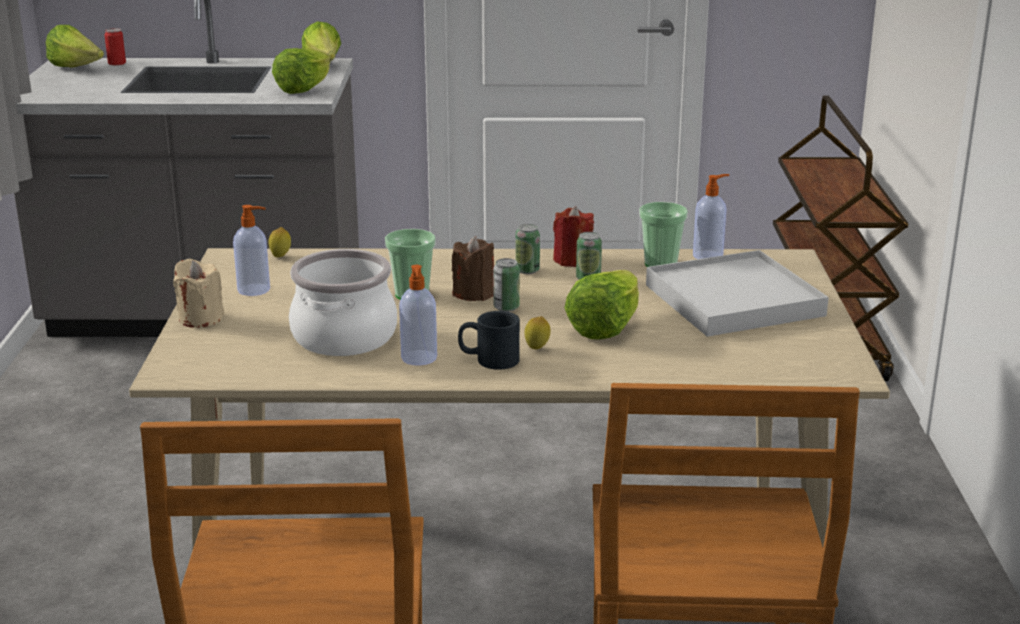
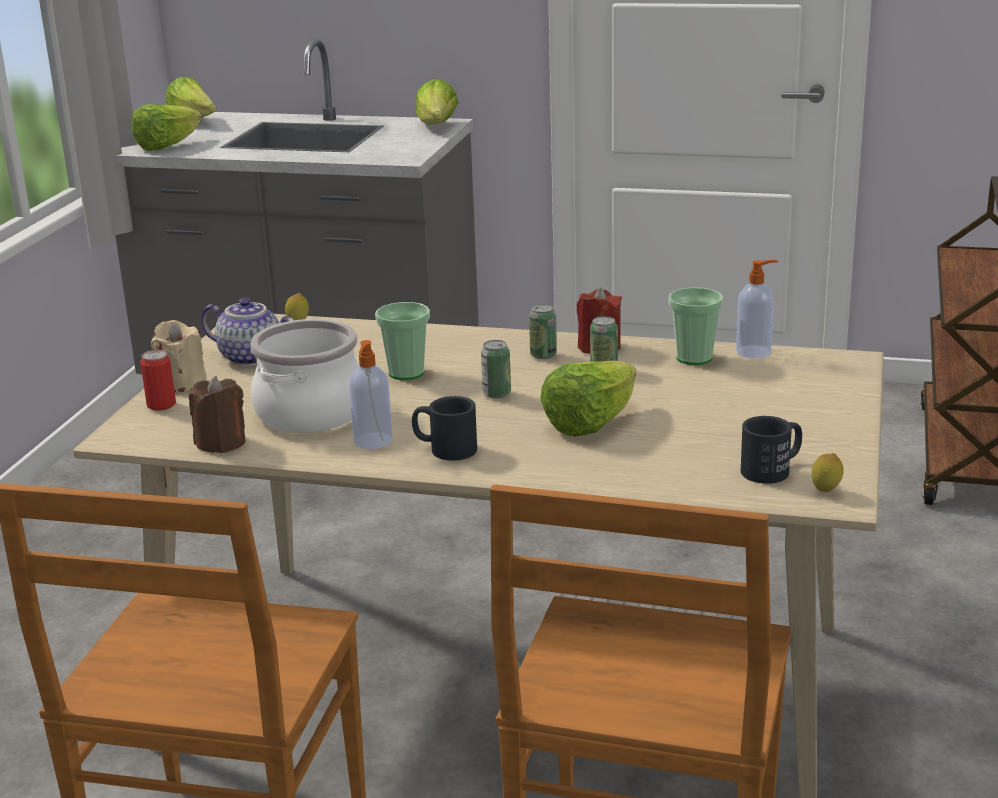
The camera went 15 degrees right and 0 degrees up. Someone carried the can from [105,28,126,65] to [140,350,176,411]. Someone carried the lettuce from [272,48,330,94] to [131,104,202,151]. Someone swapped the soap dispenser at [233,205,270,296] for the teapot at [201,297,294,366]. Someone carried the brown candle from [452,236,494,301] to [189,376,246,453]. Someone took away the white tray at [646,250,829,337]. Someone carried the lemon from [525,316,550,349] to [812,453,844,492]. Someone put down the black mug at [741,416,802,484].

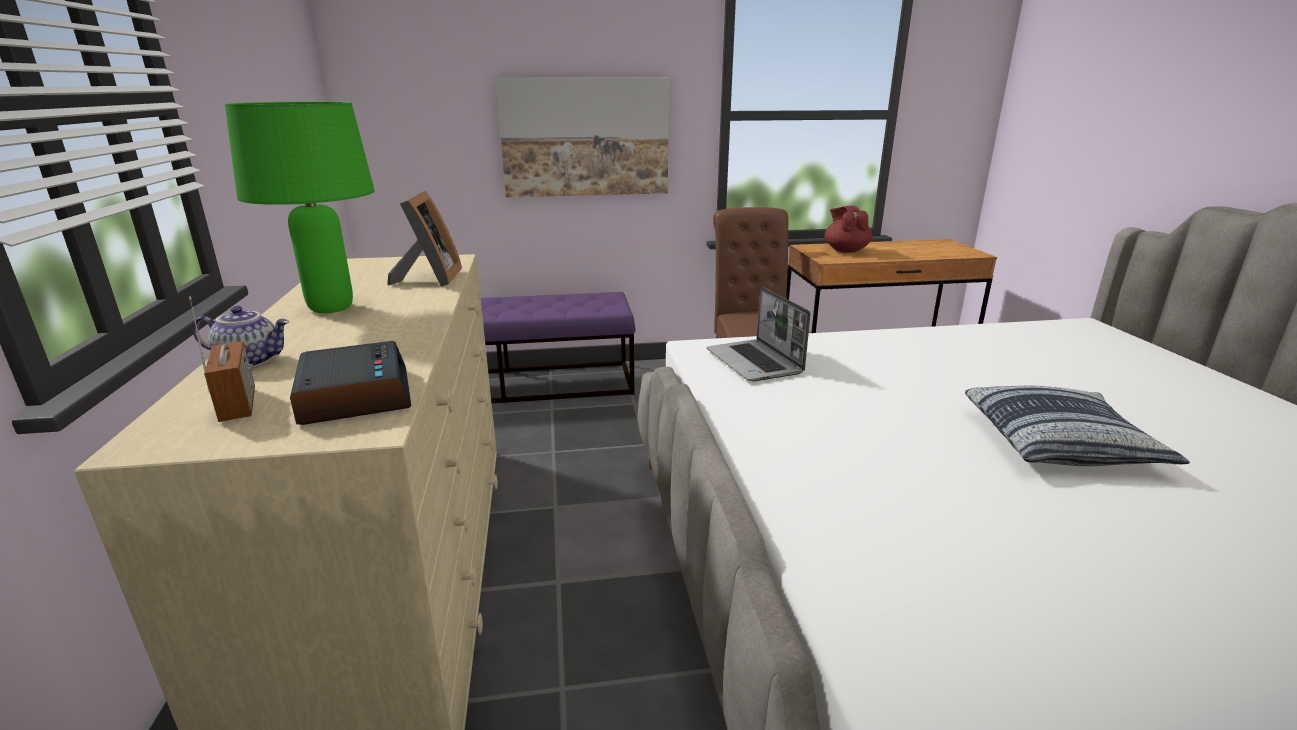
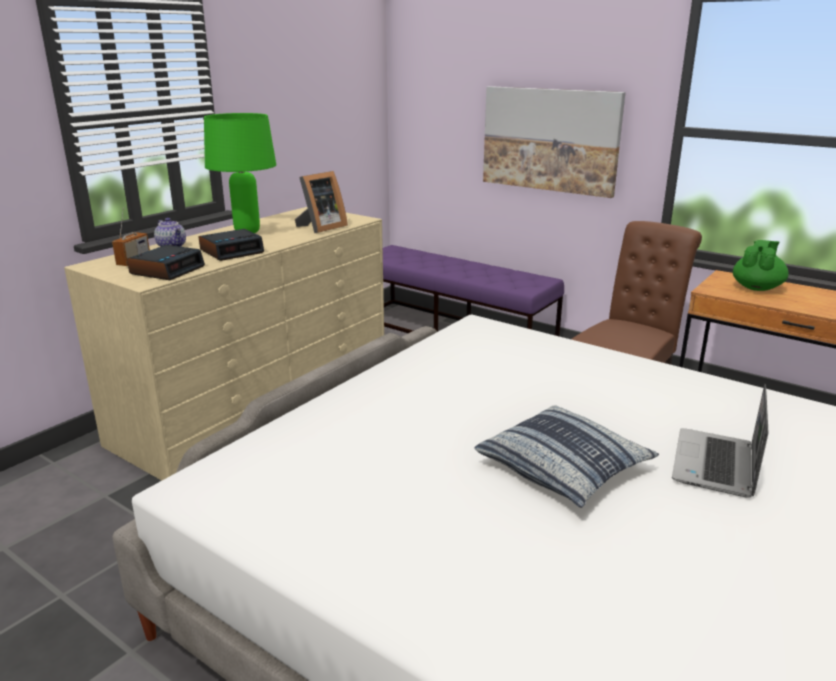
The camera went 45 degrees right and 0 degrees up. Someone repainted the red teapot at [824,206,873,253], which became the green teapot at [733,240,789,291]. Someone carried the laptop from [707,287,810,381] to [672,384,768,498]. Someone put down the alarm clock at [199,229,264,261].

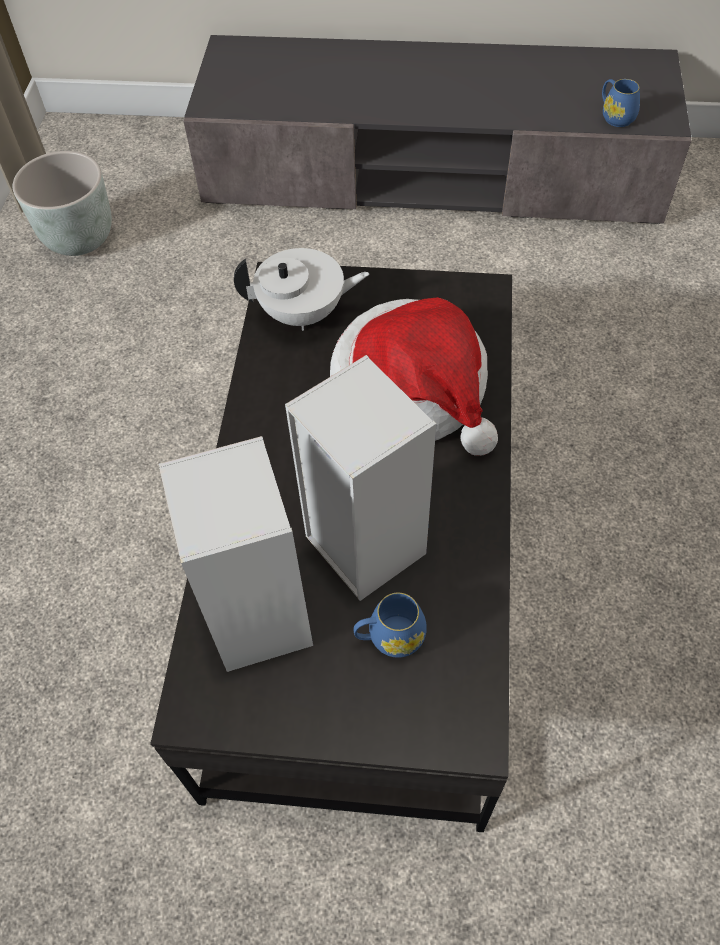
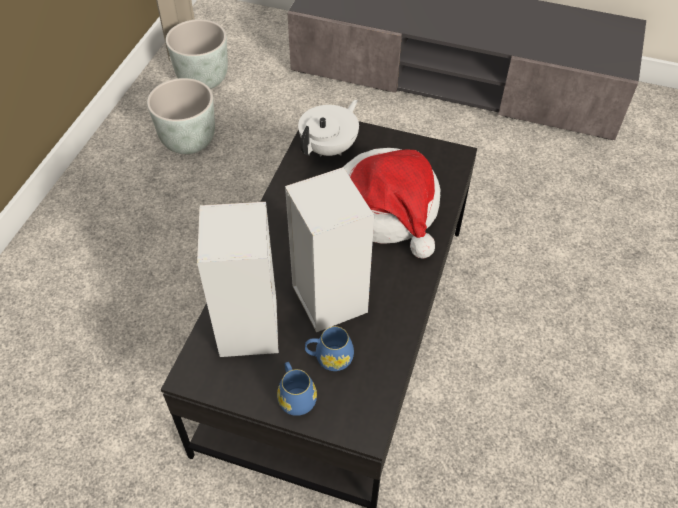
The camera went 10 degrees right and 5 degrees down. Someone carried the blue mug from [602,79,640,127] to [277,362,317,416]. Someone rotated the white teapot at [234,248,369,331] by 60 degrees counterclockwise. Someone put down the grey planter at [147,78,215,154].

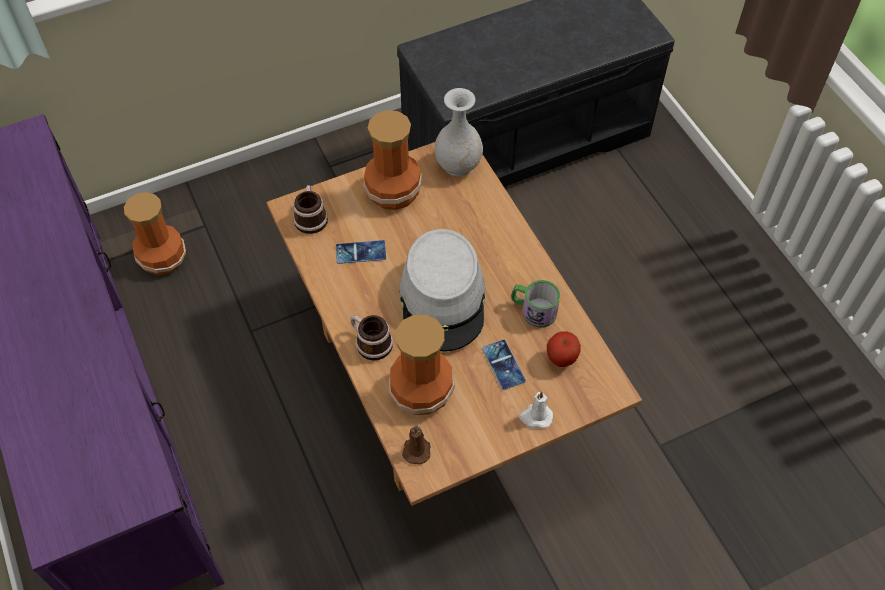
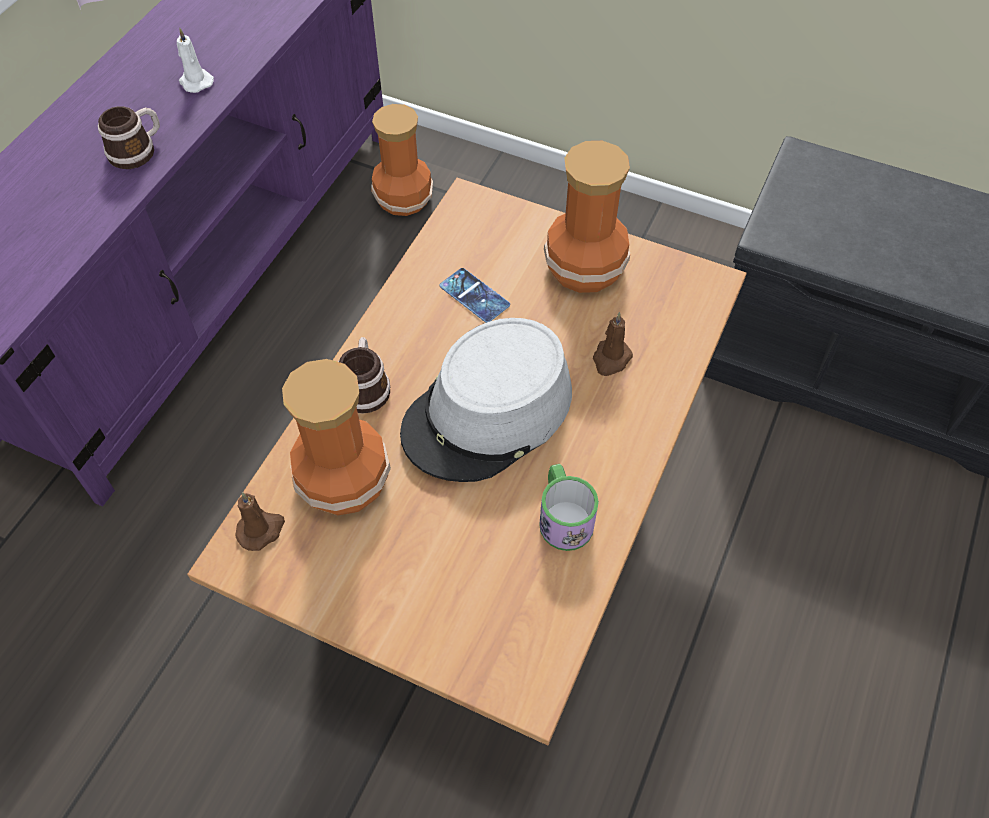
The camera went 50 degrees right and 0 degrees up. Someone took away the white vase at [434,88,483,176]. Someone carried the mug from [293,185,328,234] to [98,106,160,169]. Someone took away the apple at [547,331,581,367]. Someone took away the phone at [482,340,526,390]. Someone carried the white candle from [519,391,553,429] to [177,28,214,93]. Someone put down the brown candle at [593,312,633,376].

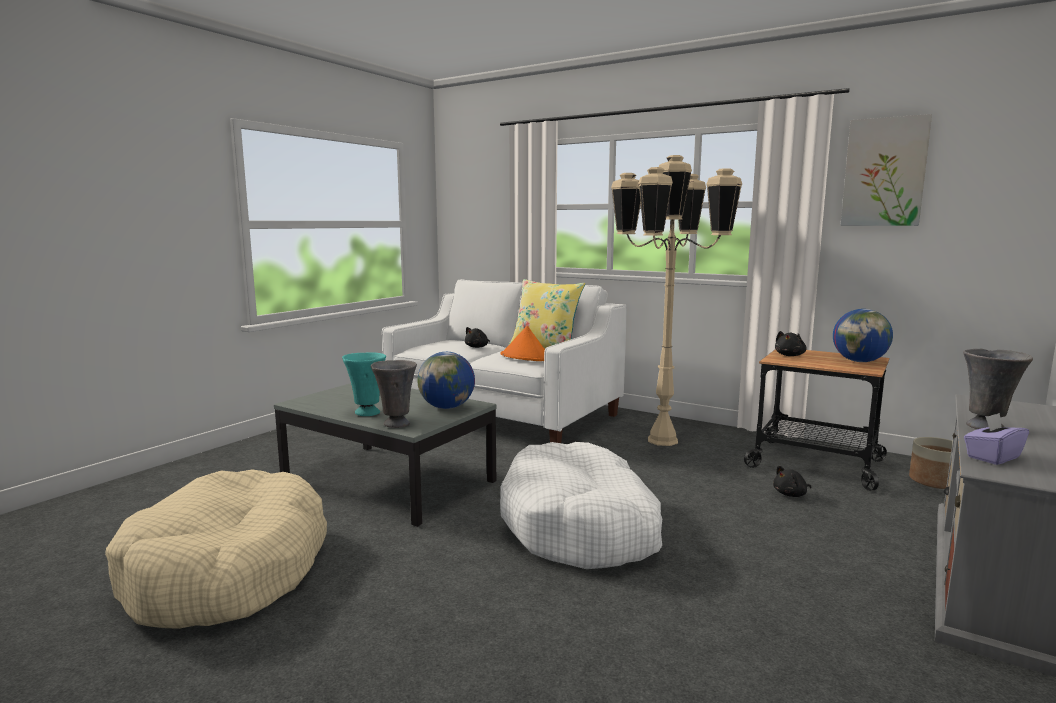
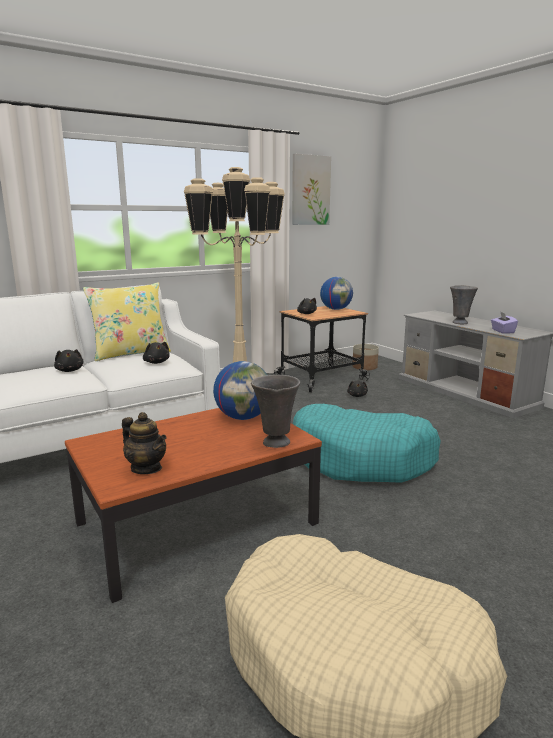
The camera went 65 degrees left and 5 degrees up. Someone swapped the orange hat at [501,326,545,361] for the black plush toy at [143,342,170,364]. Someone took away the turquoise vase at [342,352,386,416]. Someone repainted the grey coffee table at [274,383,496,527], which became the brown coffee table at [65,408,322,603]. Someone repainted the white dog bed at [500,442,662,569], which became the turquoise dog bed at [293,404,441,482]. Someone put down the teapot at [122,412,166,474].

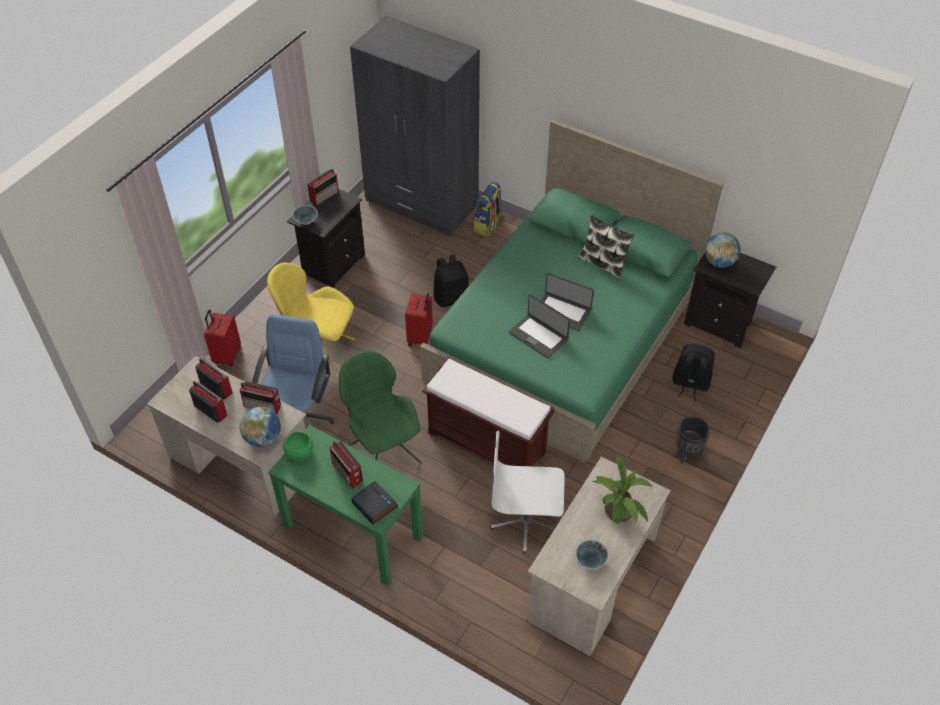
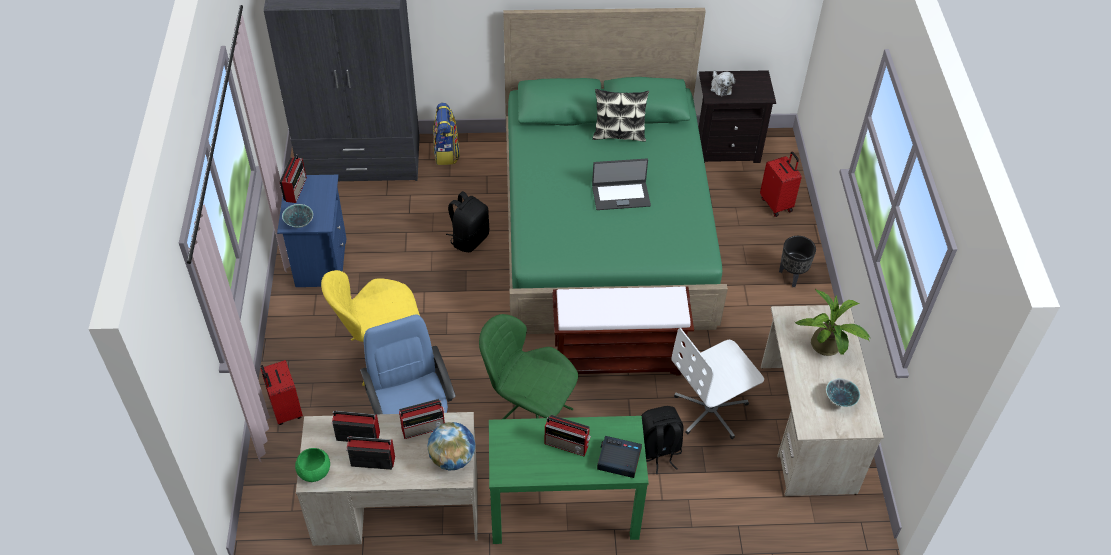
The camera went 35 degrees left and 0 degrees up. Someone repainted the black nightstand at [287,189,365,288], which became the blue nightstand at [277,175,346,287]. Someone swapped the globe at [705,232,741,268] for the plush toy at [710,70,735,96]. Someone carried the red suitcase from [405,293,433,347] to [760,152,802,217]. Someone took away the laptop at [509,294,570,358]. Someone carried the black backpack from [672,344,715,401] to [641,406,684,474]. Someone carried the green bowl from [283,432,313,460] to [295,448,330,482].

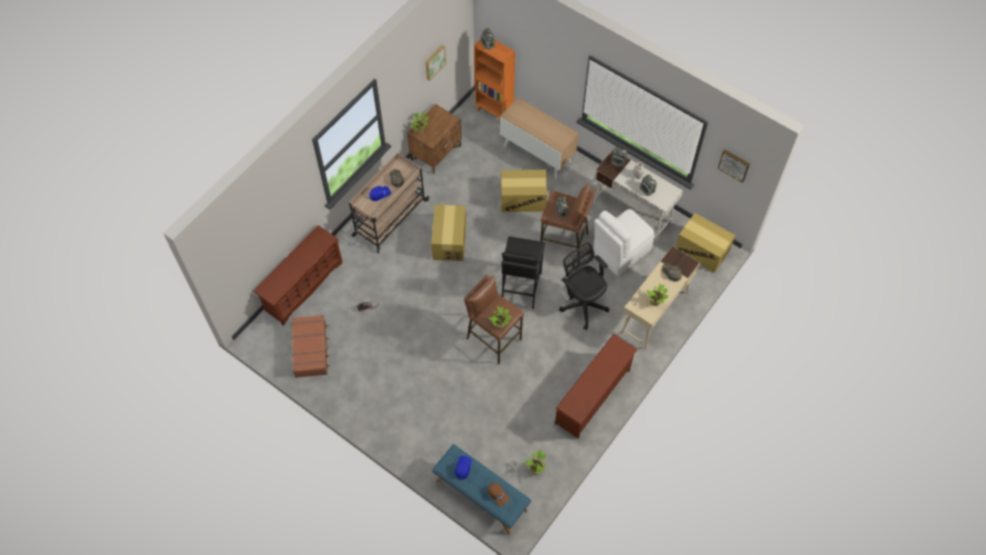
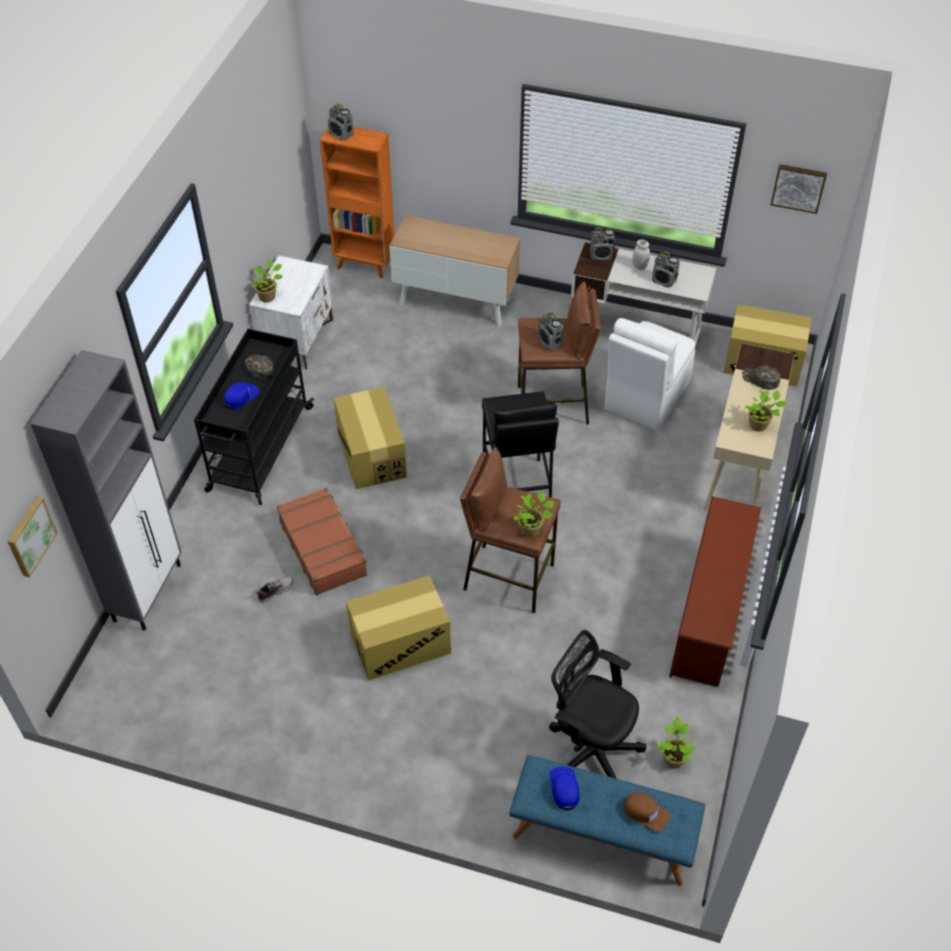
The camera went 20 degrees left and 10 degrees down. Someone carried the picture from [426,45,446,81] to [7,496,58,578]. Someone repainted the brown nightstand at [407,104,462,175], which became the white nightstand at [249,256,333,370]. Someone repainted the beige cart at [349,152,430,253], which became the black cart at [194,329,314,505]. Someone carried the cardboard box from [501,170,547,212] to [346,575,451,681]. Someone swapped the brown shoe rack at [253,225,343,326] for the grey cabinet at [31,350,182,631]. Someone carried the black office chair from [559,243,610,330] to [549,630,647,778]. Someone carried the brown suitcase from [291,315,330,378] to [277,488,367,595].

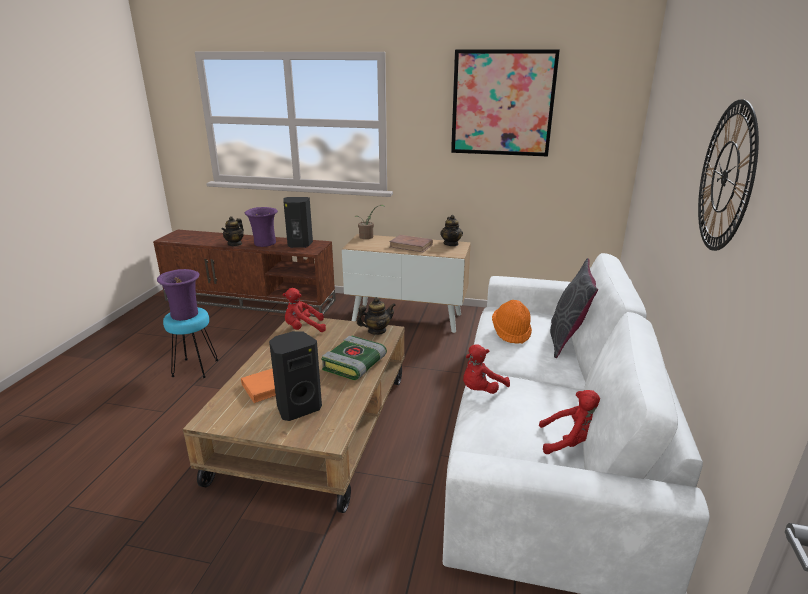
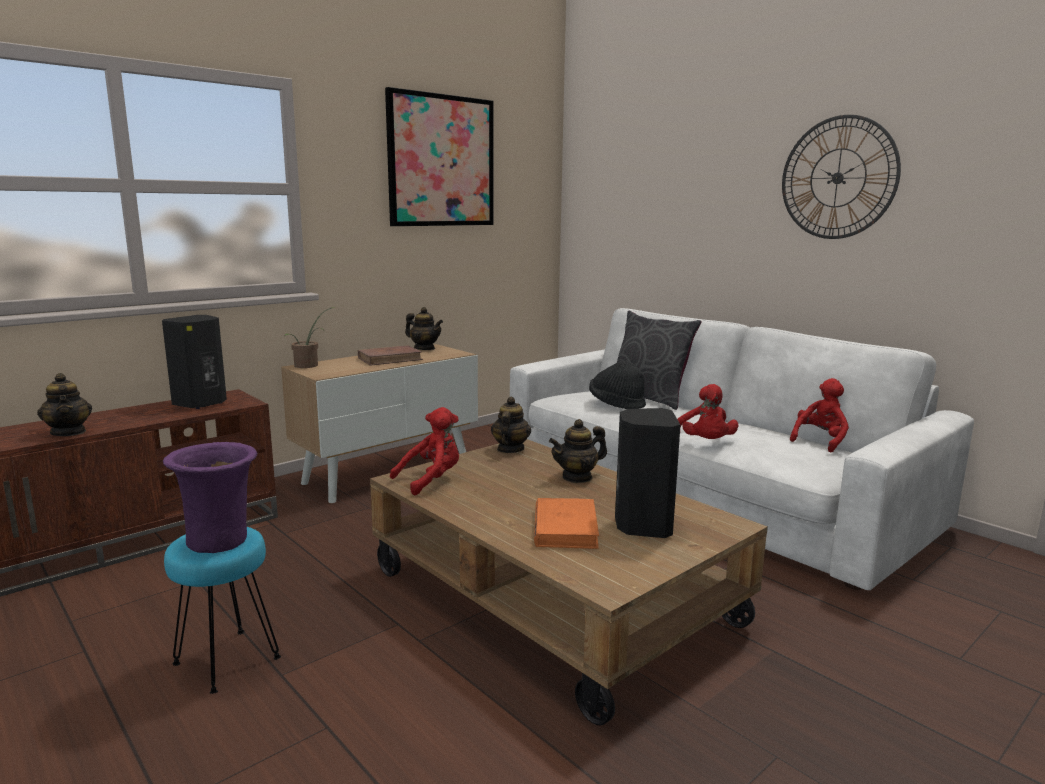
The camera went 55 degrees left and 10 degrees down. Someone took away the purple vase at [245,207,278,247]. Someone rotated the red plush toy at [283,288,326,332] by 150 degrees counterclockwise. Someone repainted the orange hat at [492,300,532,344], which became the black hat at [589,361,646,409]. Someone swapped the book at [321,335,387,380] for the teapot at [549,419,607,483].

